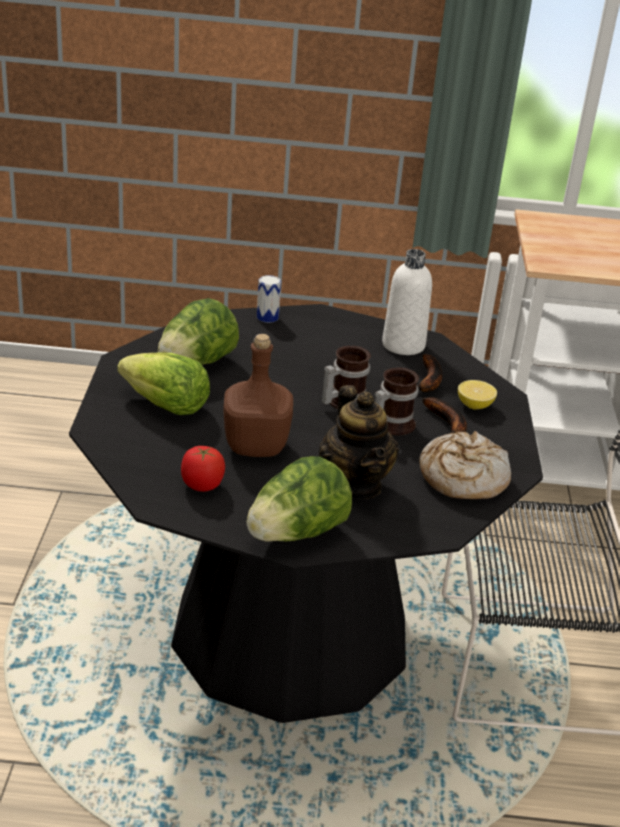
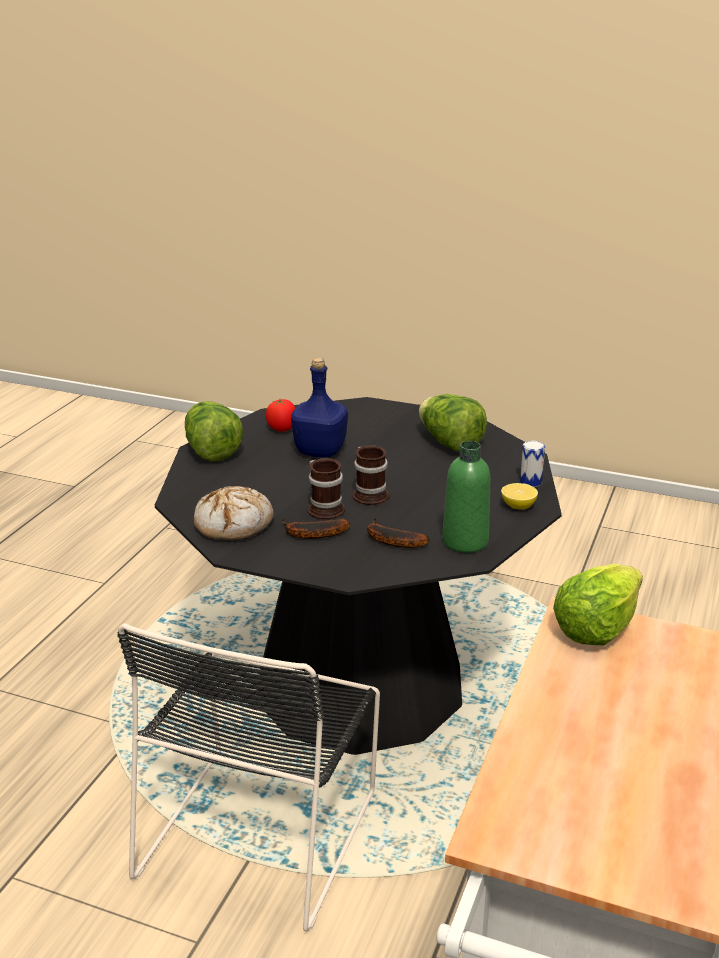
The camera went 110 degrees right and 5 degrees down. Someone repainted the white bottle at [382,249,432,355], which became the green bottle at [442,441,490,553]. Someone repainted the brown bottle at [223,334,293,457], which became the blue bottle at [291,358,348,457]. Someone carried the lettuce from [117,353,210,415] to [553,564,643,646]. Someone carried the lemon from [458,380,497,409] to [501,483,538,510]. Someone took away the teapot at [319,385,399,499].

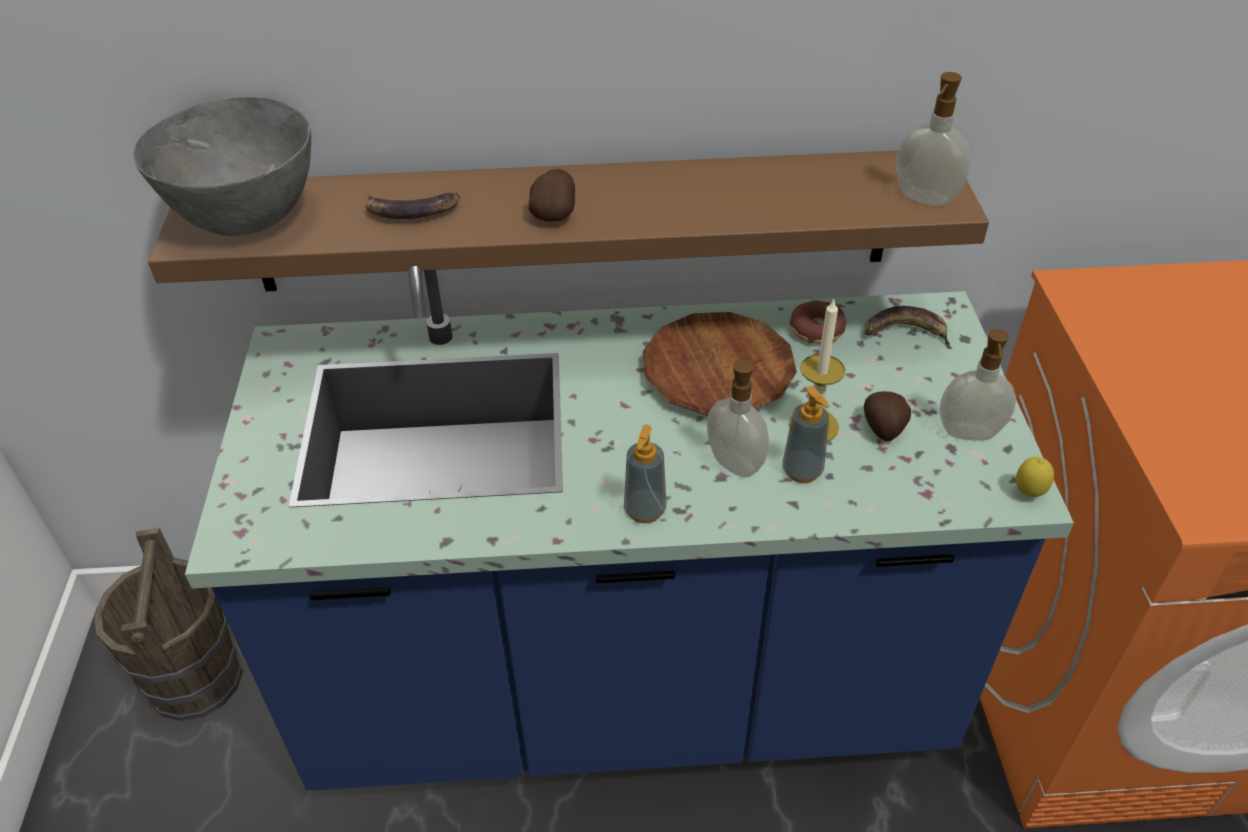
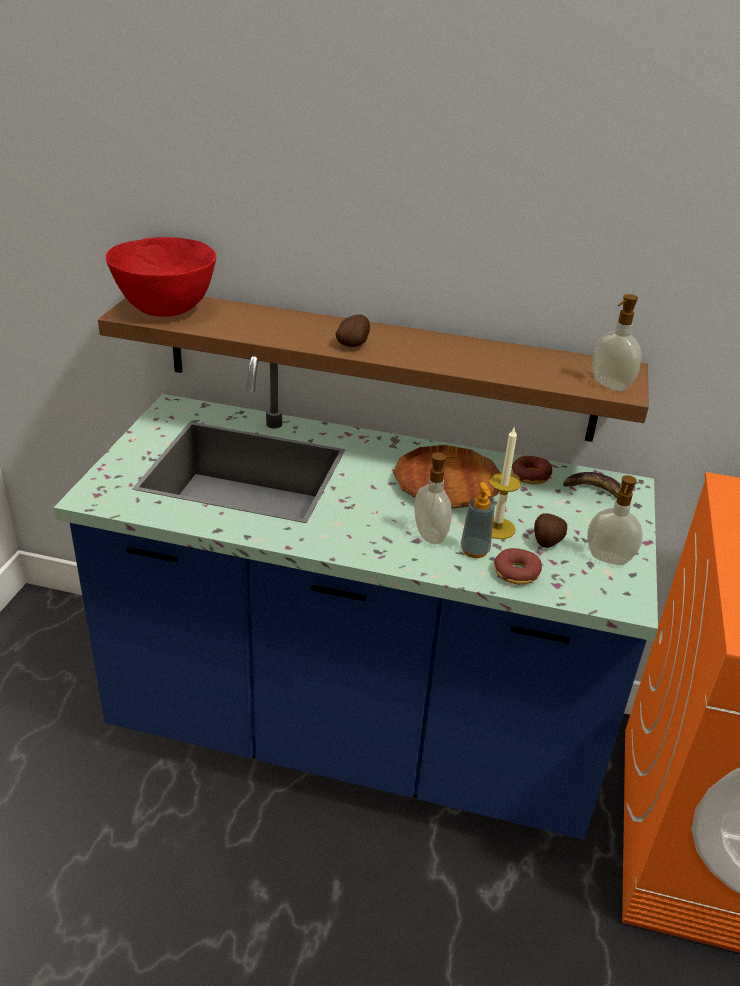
The camera went 15 degrees right and 10 degrees down. Someone repainted the grey bowl at [133,97,311,236], which became the red bowl at [106,237,216,317]. Someone took away the banana at [365,193,460,219]. Someone took away the soap dispenser at [624,424,666,523]. Someone took away the lemon at [1016,457,1054,497]. Someone took away the brown bucket at [94,528,243,721]. Someone put down the donut at [494,548,542,585].

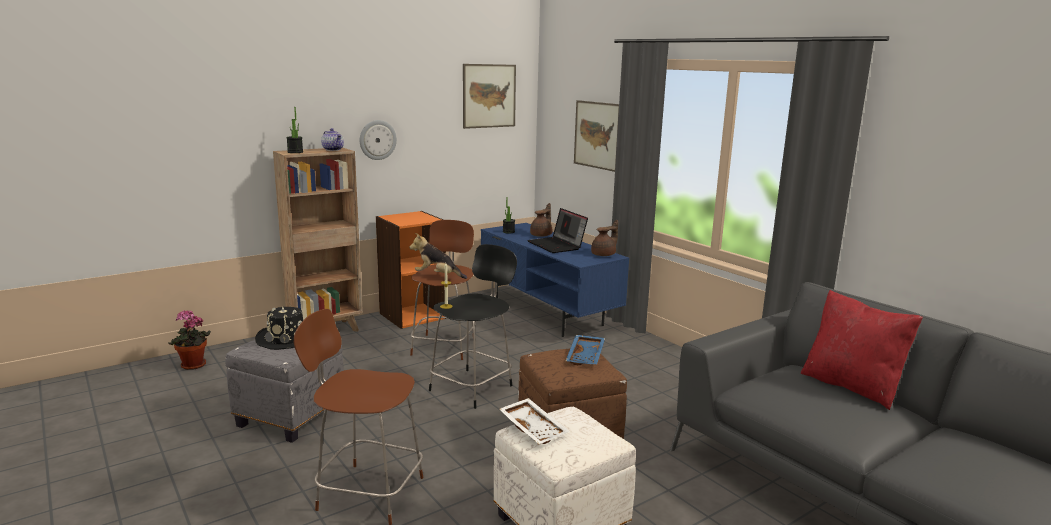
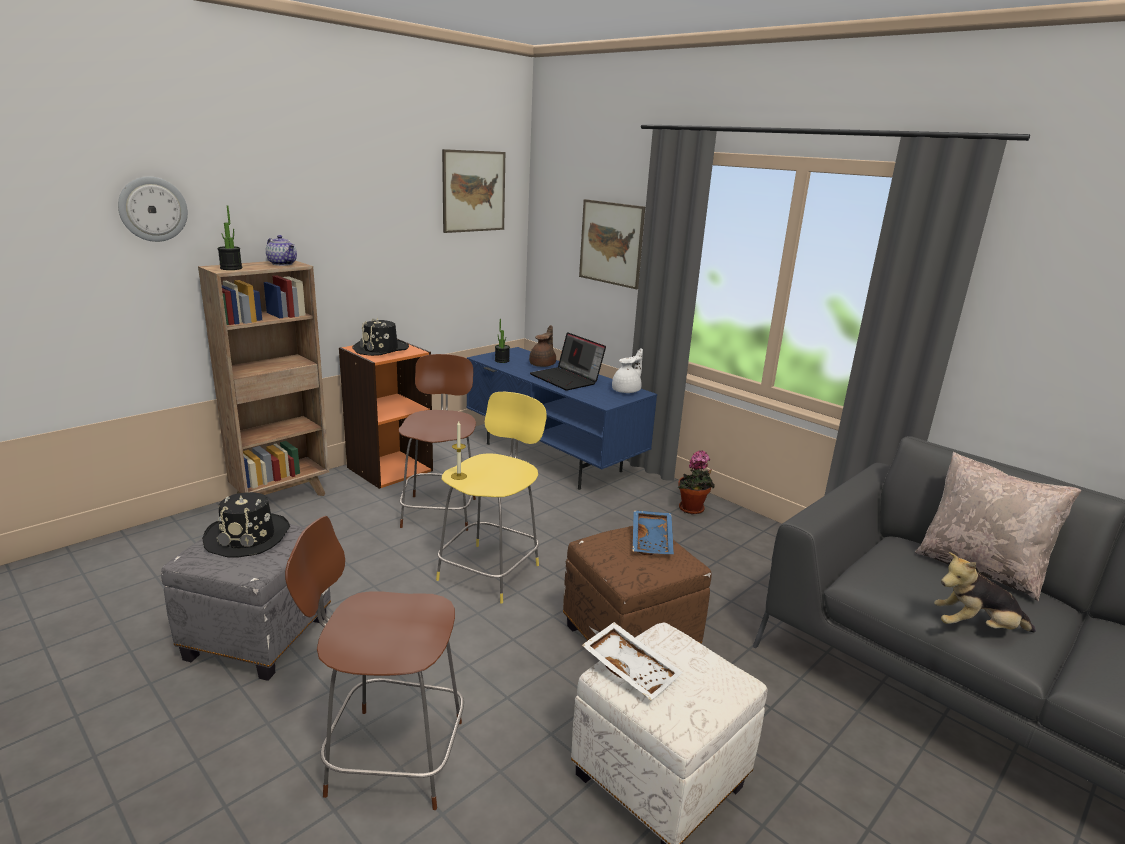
The camera went 10 degrees left and 5 degrees up. Someone carried the wall clock from [360,120,397,160] to [118,177,188,242]. Someone repainted the brown teapot at [591,220,618,256], which became the white teapot at [612,348,643,393]. Someone carried the plush toy from [410,233,467,279] to [934,552,1036,632]. Someone repainted the black stool at [429,244,517,409], which became the yellow stool at [436,392,547,604]. Someone repainted the red pillow at [801,290,923,410], which became the beige pillow at [915,452,1081,602]. Someone carried the potted plant from [168,310,211,370] to [678,450,715,514]. Someone put down the black hat at [352,318,409,356].

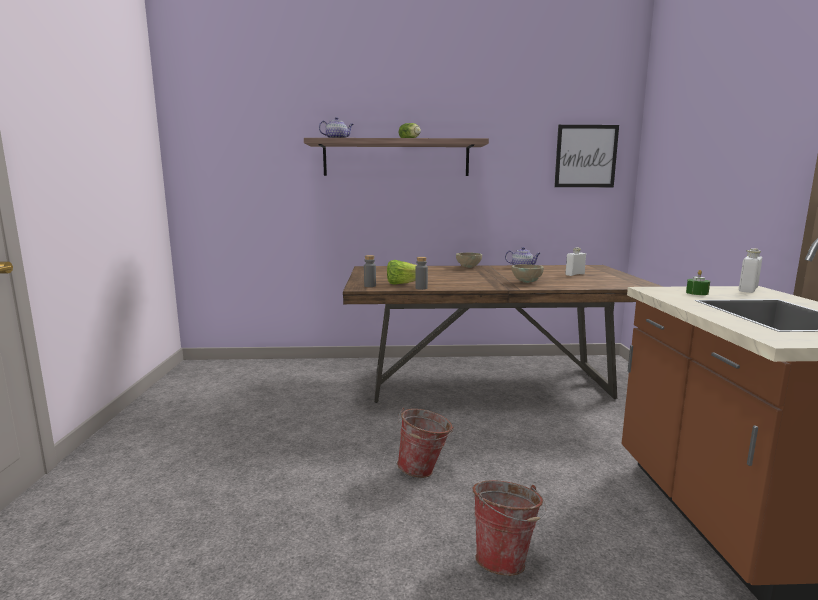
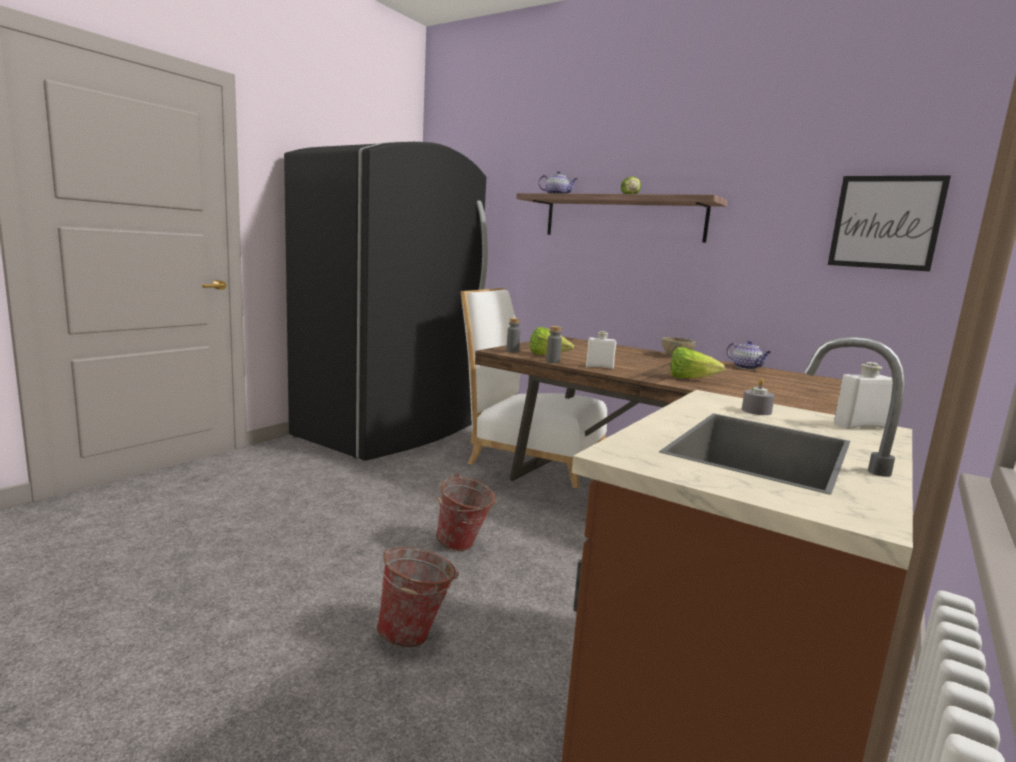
The camera went 35 degrees right and 0 degrees up. Someone carried the white bottle from [565,247,586,276] to [586,331,616,369]. Someone swapped the beige bowl at [512,264,544,283] for the lettuce at [670,347,725,378]. Someone repainted the green candle at [686,270,710,295], which became the grey candle at [742,378,775,415]. Someone put down the black fridge at [284,142,488,461]. Someone put down the white chair at [460,288,607,488].

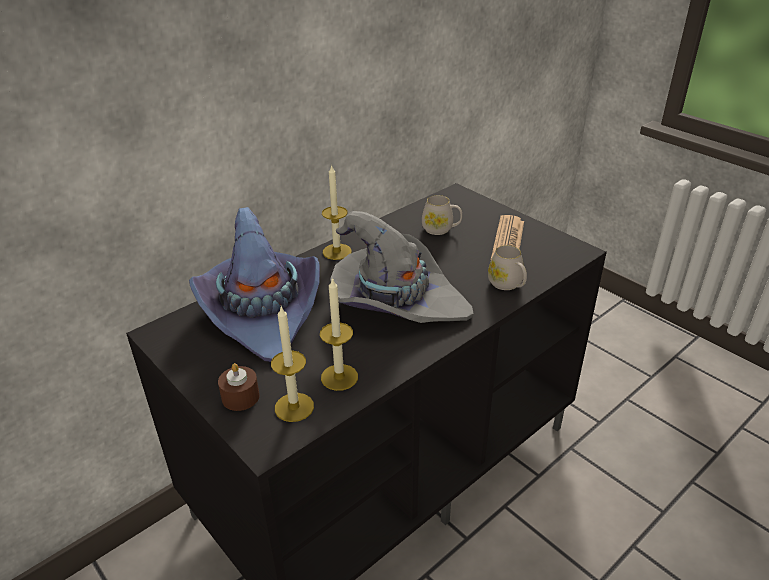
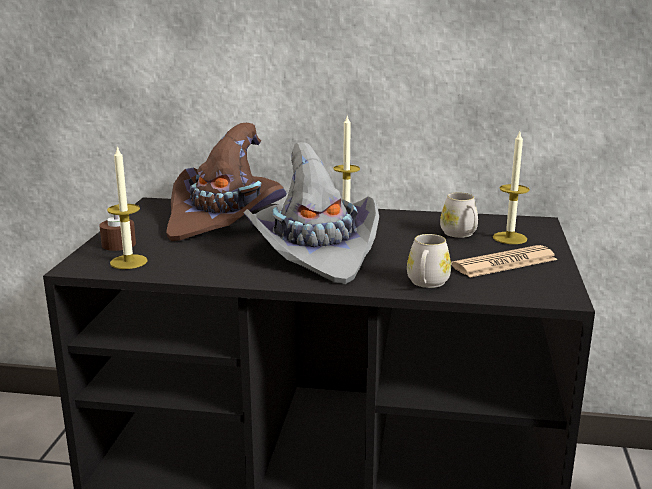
The camera went 50 degrees right and 15 degrees down. Someone repainted the purple hat at [189,207,320,362], which became the brown hat at [166,123,287,241]. Someone carried the candle from [320,277,358,391] to [493,132,530,244].

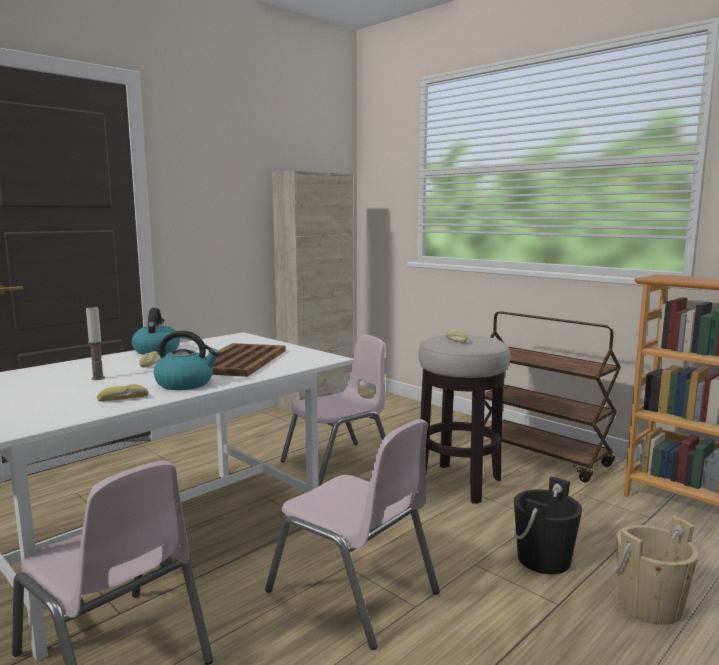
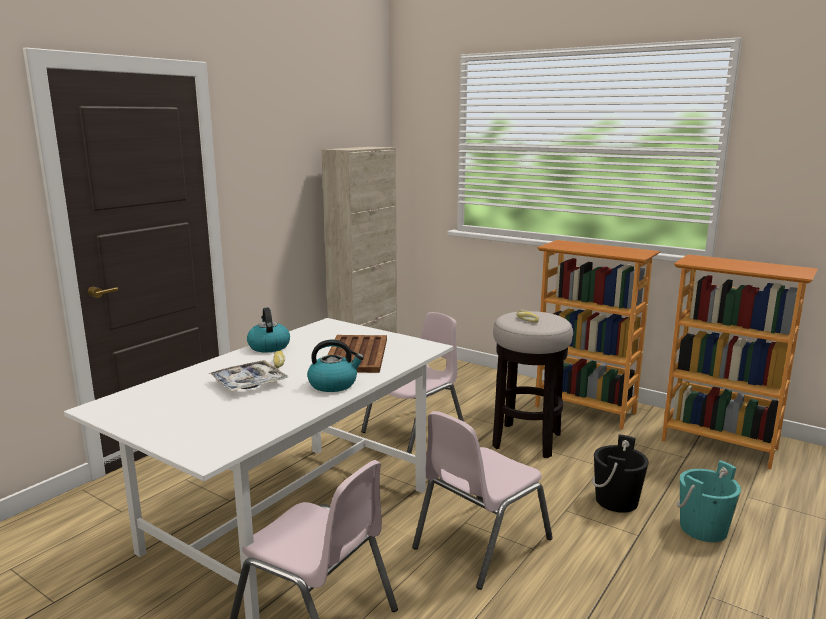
The camera went 10 degrees left and 5 degrees up. Someone swapped the candle at [86,306,105,380] for the tray at [209,360,289,391]. Someone swapped the brown cart at [483,311,621,482] for the bookcase at [535,240,661,429]. Someone took away the bread at [97,384,149,402]. Someone rotated the pink chair at [265,419,440,650] by 105 degrees clockwise. Someone repainted the beige bucket at [614,516,699,625], which became the turquoise bucket at [677,460,741,542].

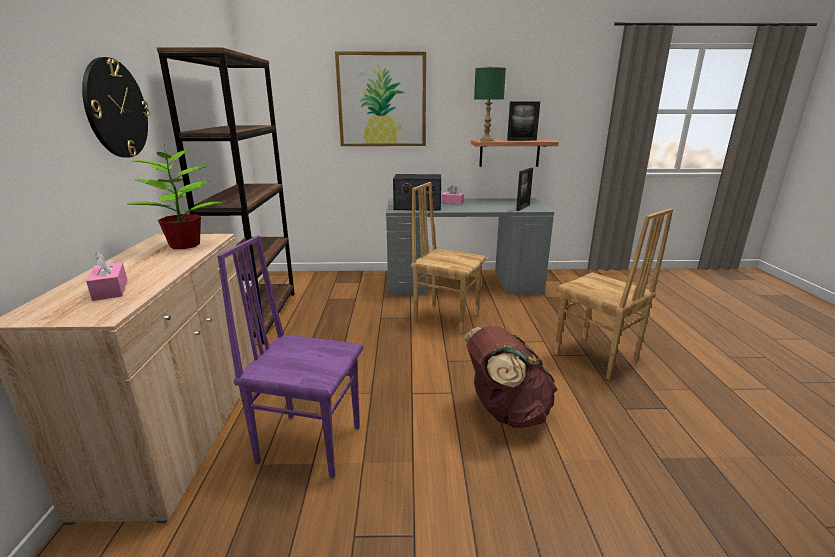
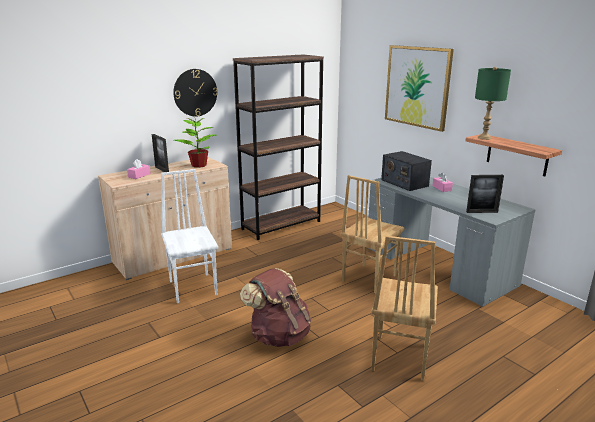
The camera went 55 degrees right and 0 degrees up. Someone carried the picture frame from [507,101,540,141] to [152,134,169,172]. Someone rotated the brown chair at [411,182,487,333] by 135 degrees counterclockwise. Someone repainted the purple chair at [217,235,363,478], which became the white chair at [161,169,218,303].

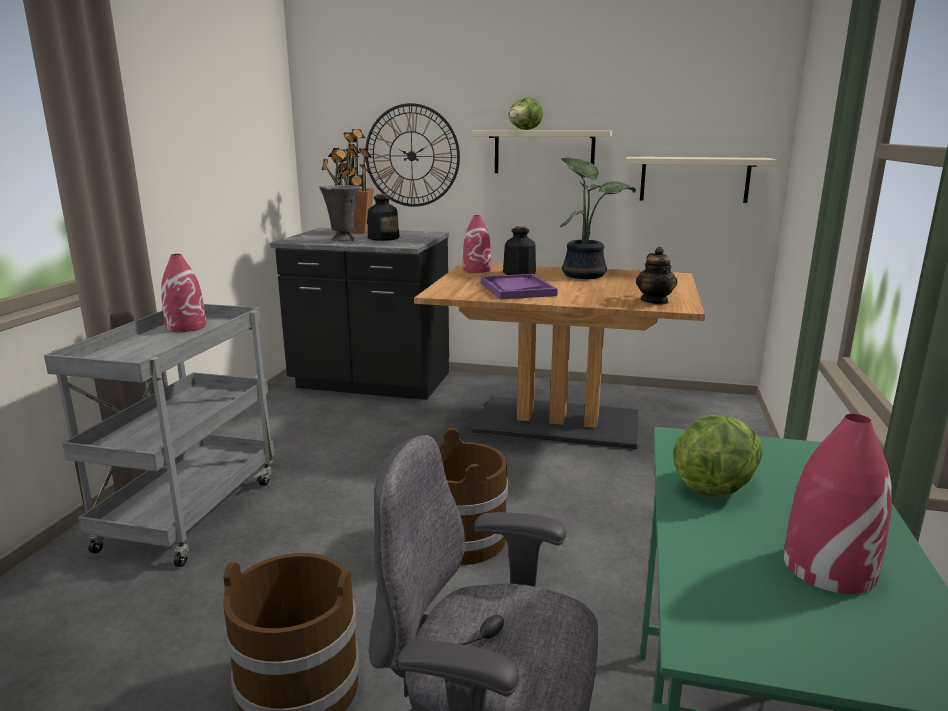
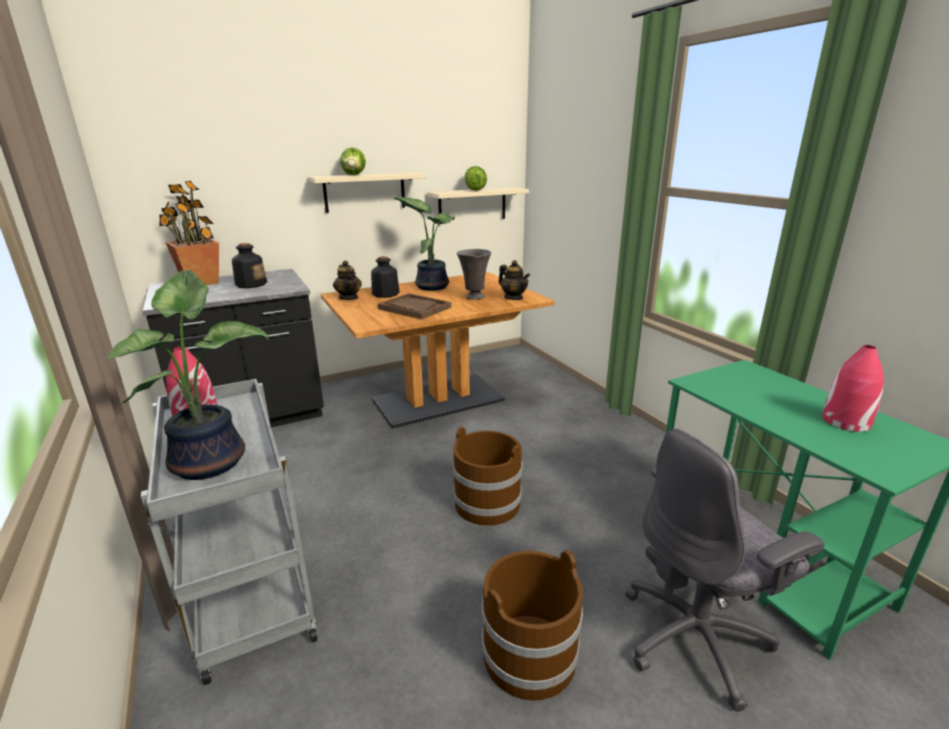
The camera went 40 degrees left and 5 degrees up. Someone took away the wall clock at [365,103,460,207]. Someone carried the grey vase from [319,185,359,241] to [457,249,491,300]. Someone swapped the red vase at [463,215,491,273] for the teapot at [333,260,362,300]. Someone repainted the purple tray at [481,274,558,300], which became the brown tray at [378,293,451,319]. Someone carried the lettuce from [673,415,763,497] to [464,166,487,191]. Someone put down the potted plant at [108,270,269,480].

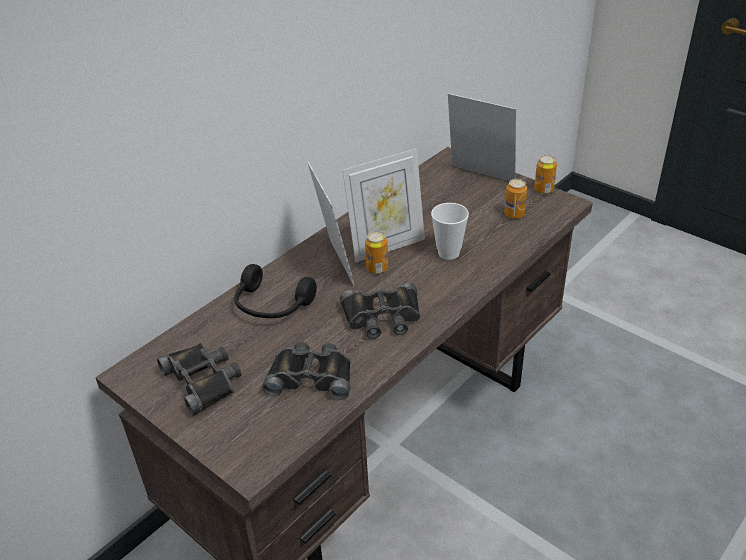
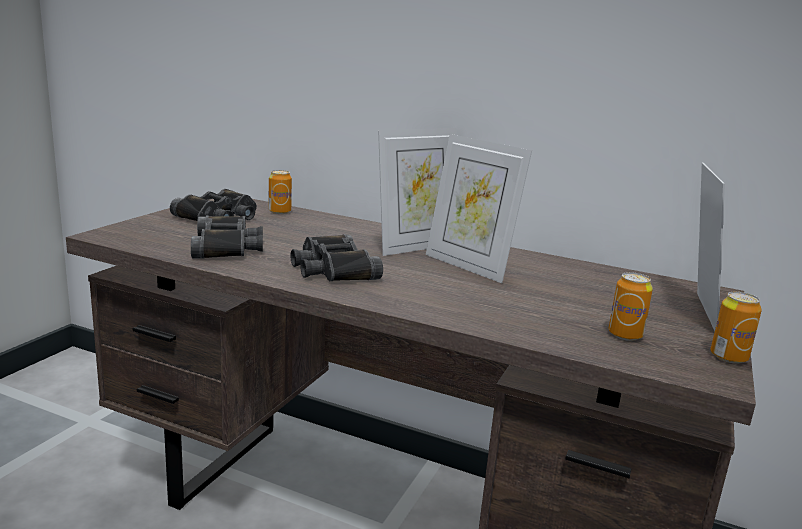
The camera went 70 degrees right and 20 degrees down. Someone took away the cup at [431,203,469,260]. Someone carried the can from [365,231,388,274] to [269,170,292,214]. Someone took away the black headphones at [234,264,317,318].

